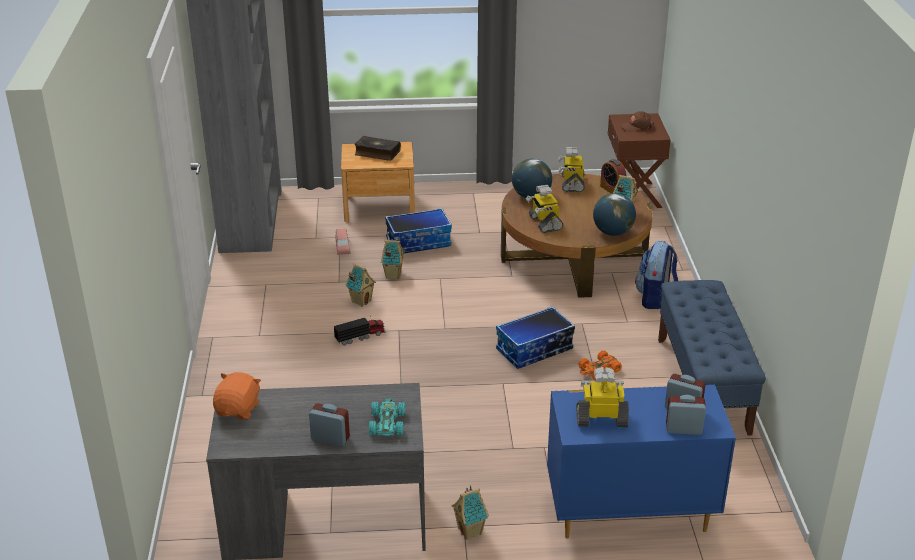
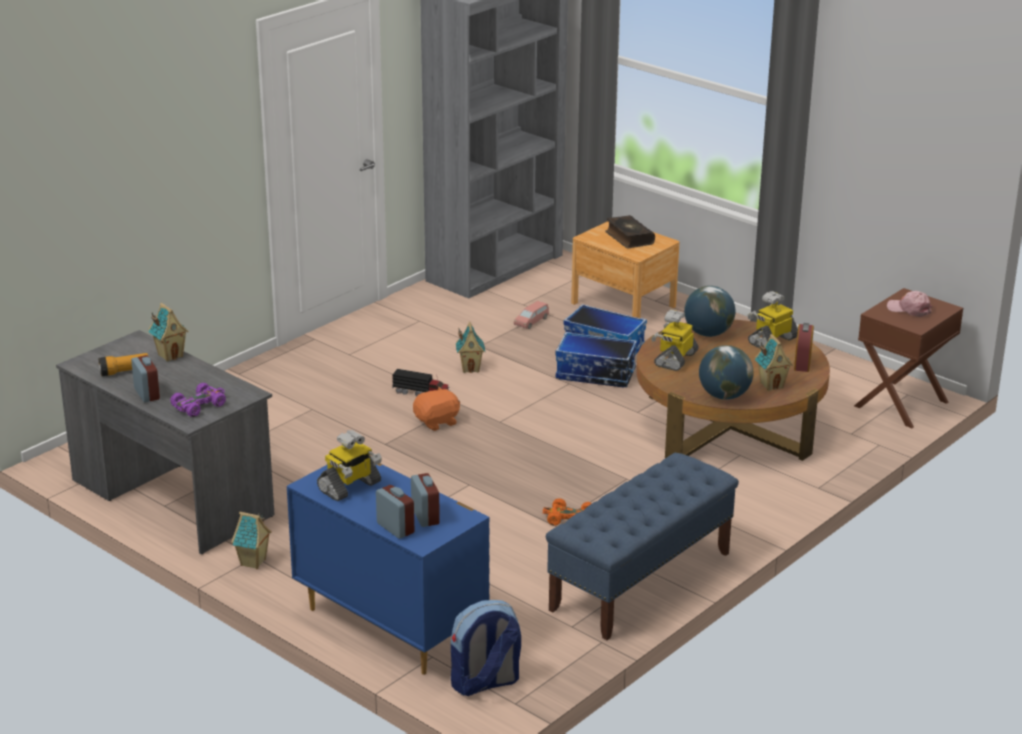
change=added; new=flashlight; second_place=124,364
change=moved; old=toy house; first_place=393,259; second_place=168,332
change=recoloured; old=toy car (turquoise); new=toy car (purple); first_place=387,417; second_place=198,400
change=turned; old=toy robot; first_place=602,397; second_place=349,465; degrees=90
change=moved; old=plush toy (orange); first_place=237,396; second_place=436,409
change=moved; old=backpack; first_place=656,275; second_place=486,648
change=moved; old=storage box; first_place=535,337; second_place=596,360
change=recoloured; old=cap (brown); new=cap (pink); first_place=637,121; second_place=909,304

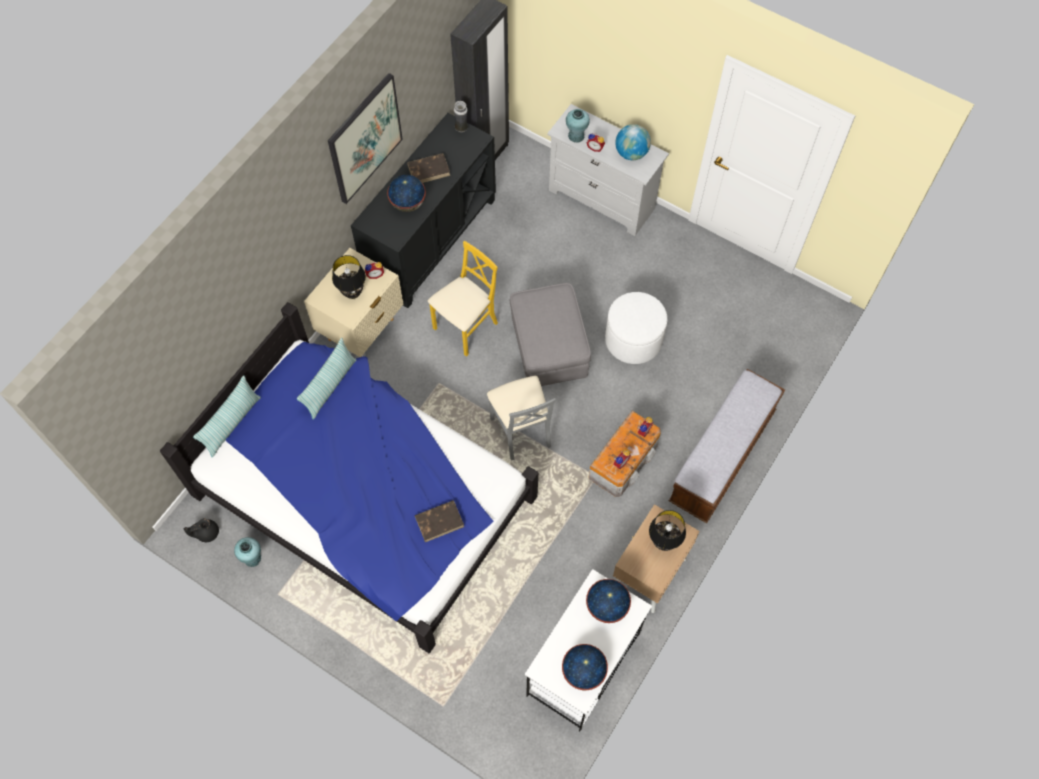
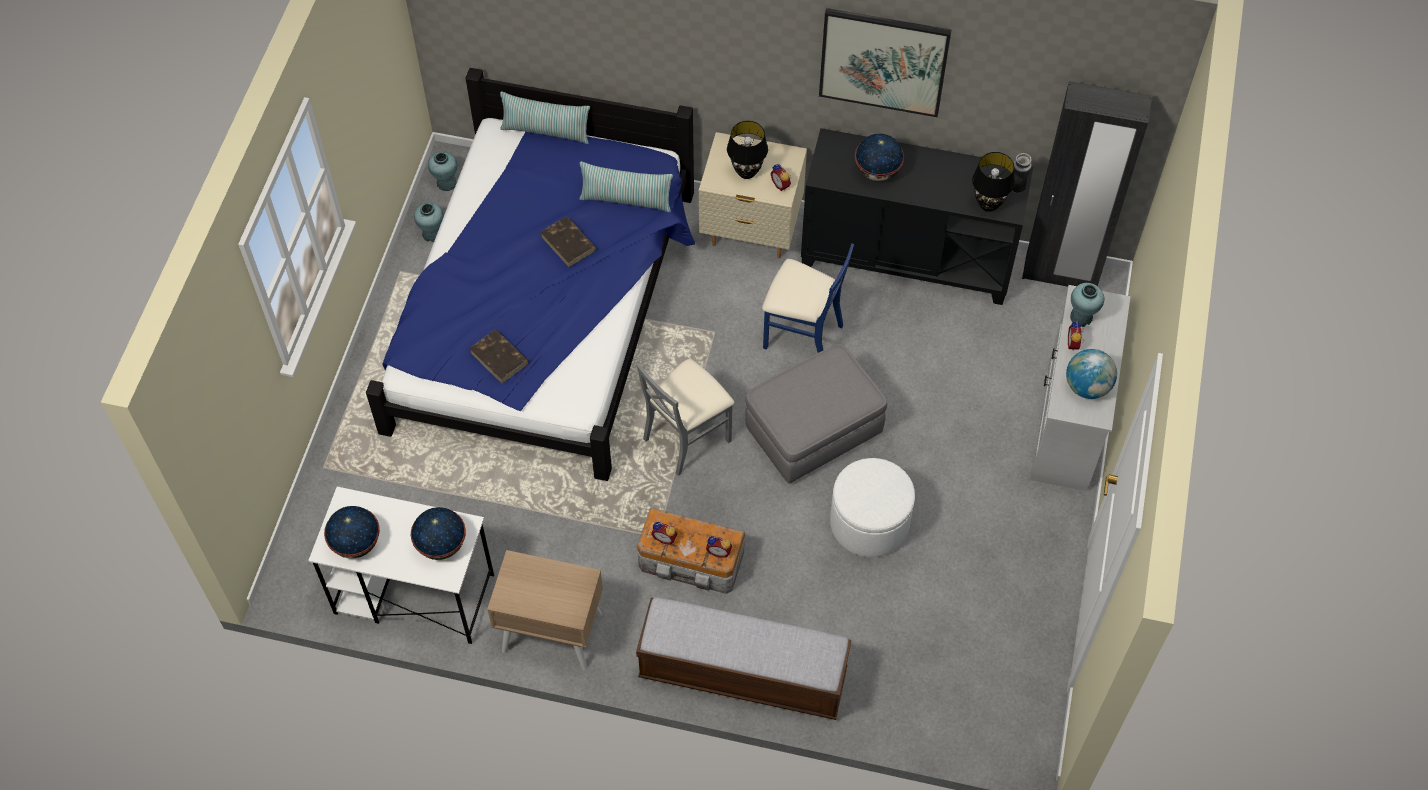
change=replaced; old=teapot (black); new=vase (turquoise); first_place=201,530; second_place=442,171
change=moved; old=book (brown); first_place=428,168; second_place=568,241
change=recoloured; old=chair (yellow); new=chair (blue); first_place=462,299; second_place=808,298
change=moved; old=table lamp (black); first_place=667,530; second_place=993,182

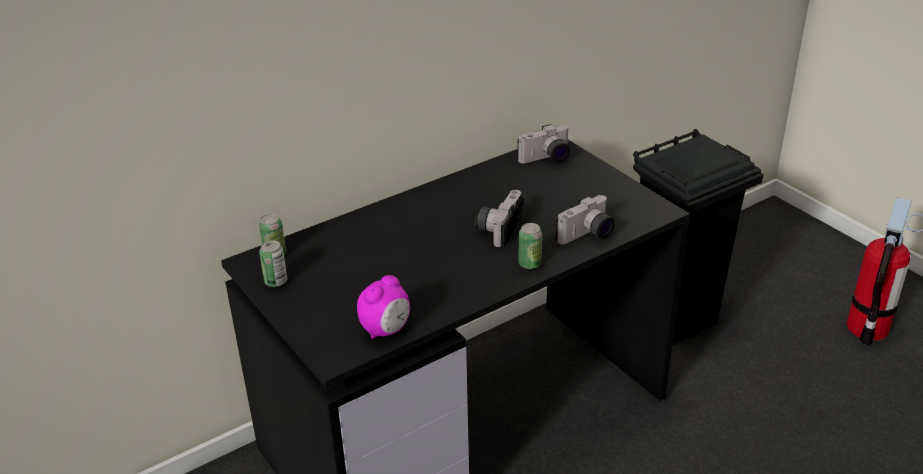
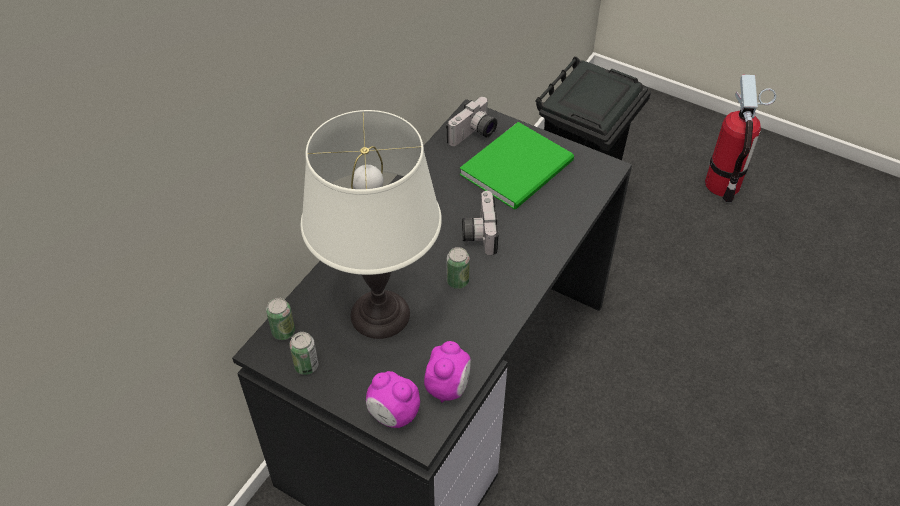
change=added; new=table lamp (white); second_place=371,224
change=added; new=alarm clock; second_place=393,399
change=moved; old=can; first_place=530,246; second_place=458,268
change=added; new=book (green); second_place=517,166
change=removed; old=photo camera; first_place=585,219

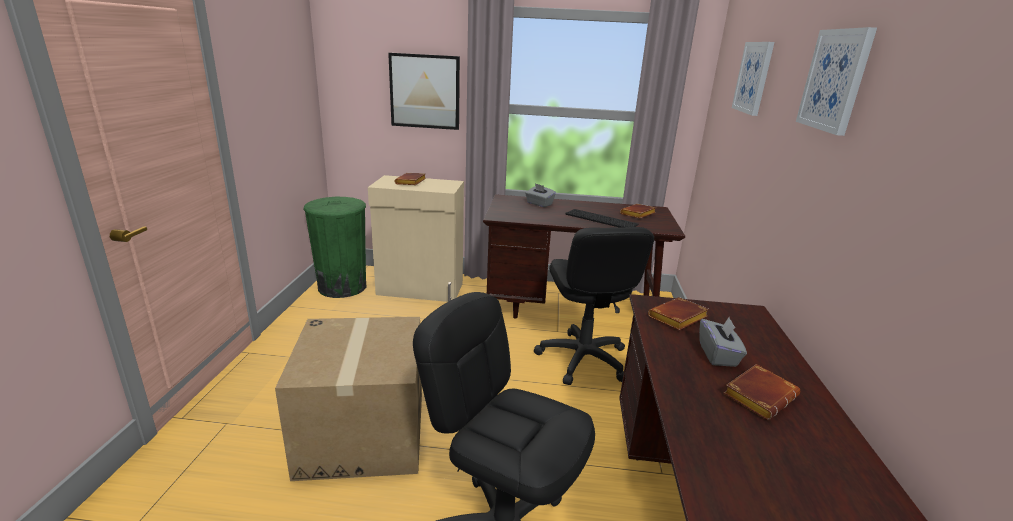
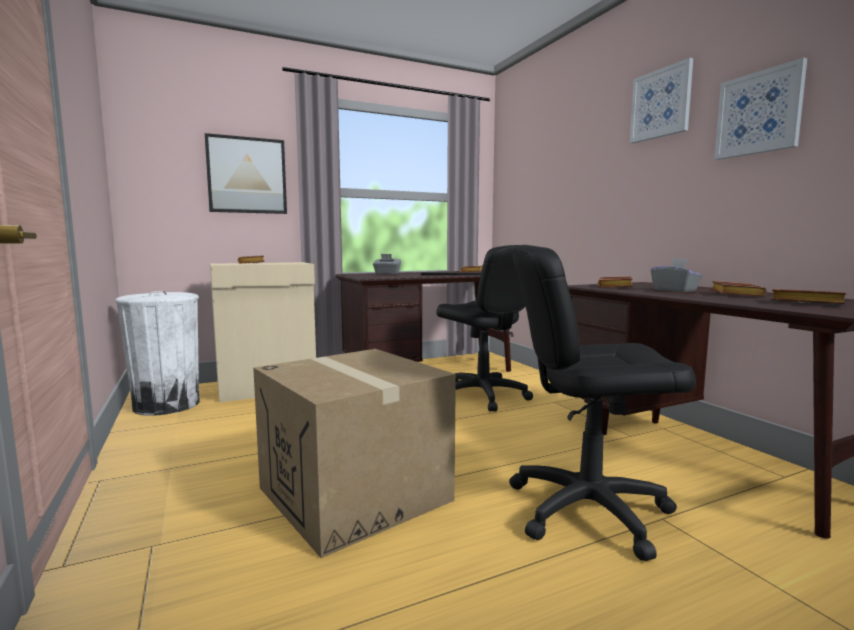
change=recoloured; old=trash can (green); new=trash can (white); first_place=335,247; second_place=157,353
change=moved; old=picture; first_place=753,79; second_place=761,109
change=added; new=book (brown); second_place=809,296

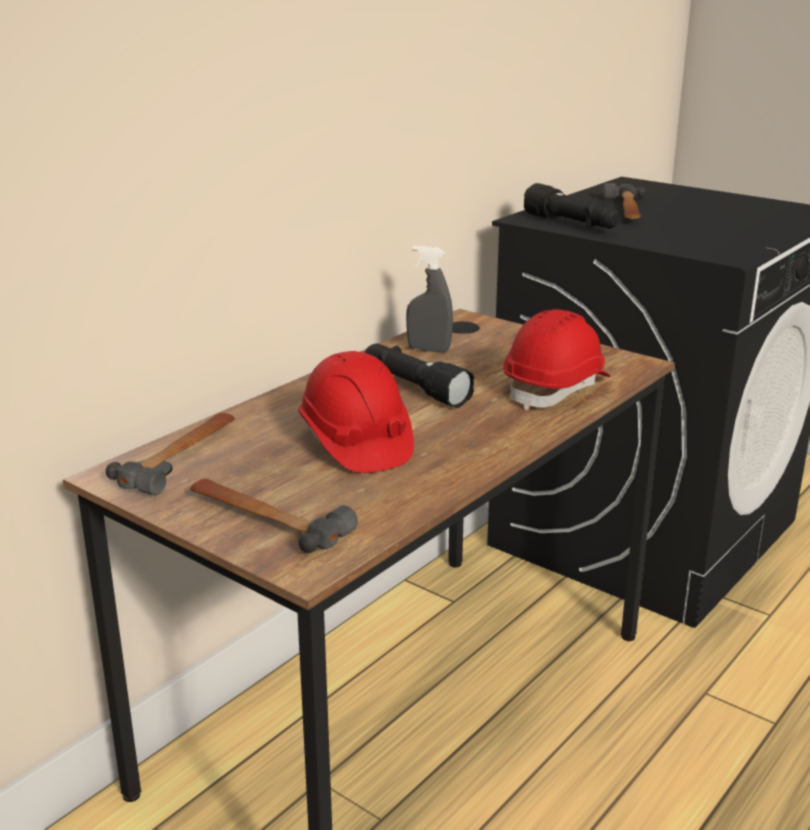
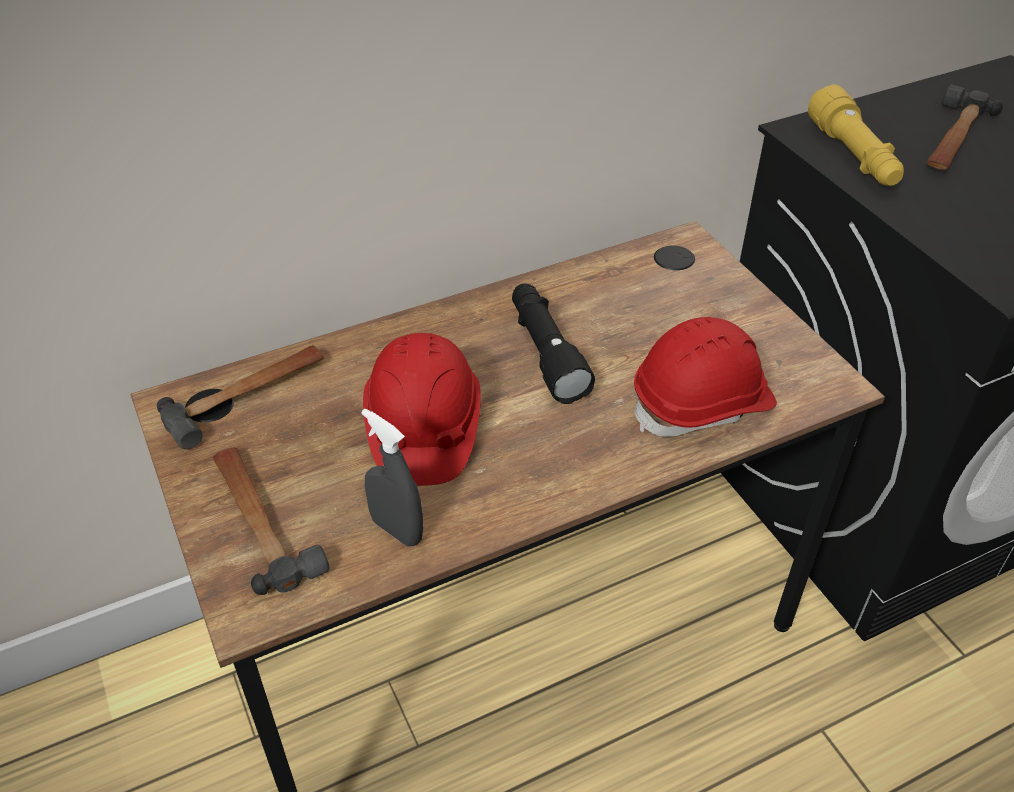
change=moved; old=spray bottle (grey); first_place=429,298; second_place=392,477
change=recoloured; old=flashlight (black); new=flashlight (yellow); first_place=572,206; second_place=856,135

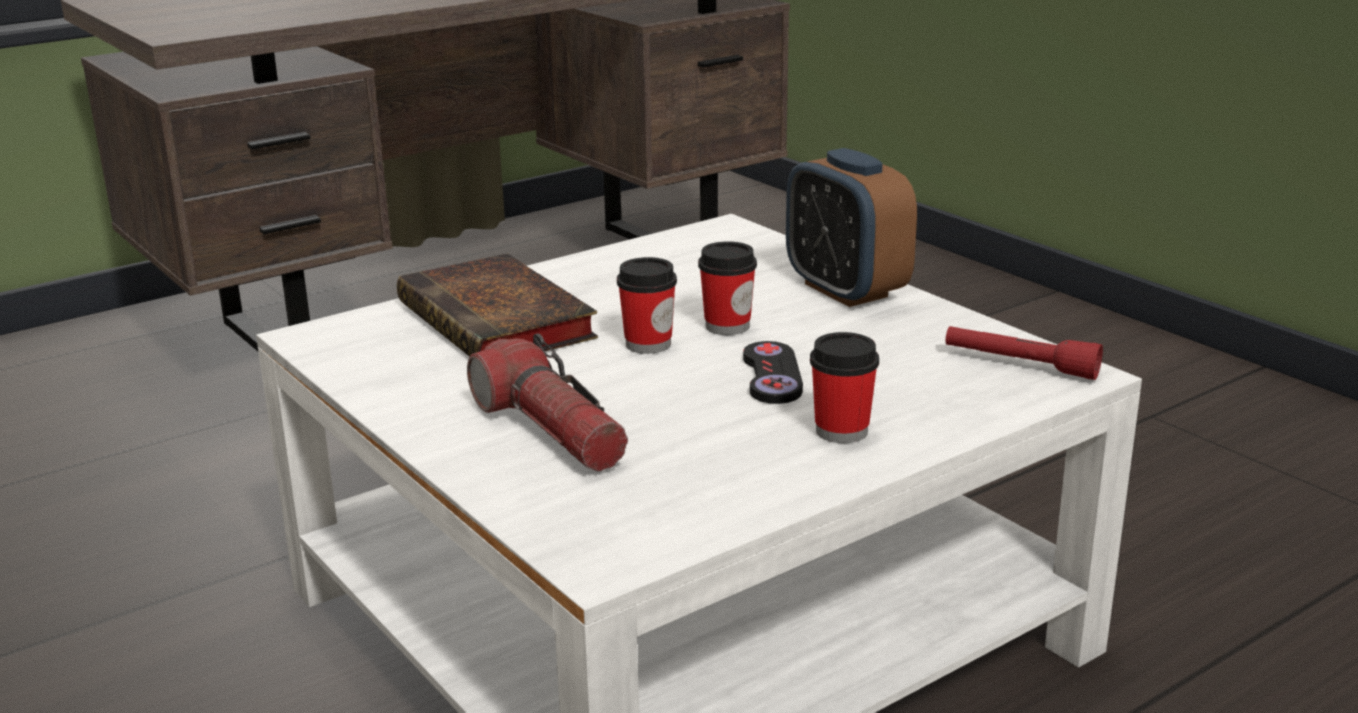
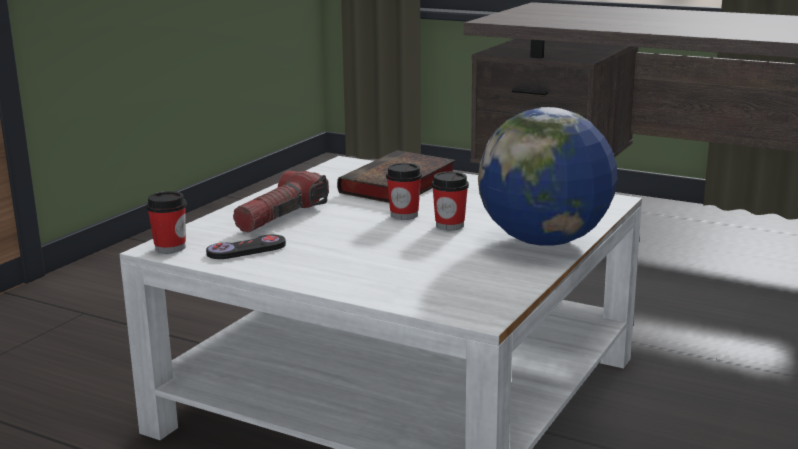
change=moved; old=cup; first_place=844,387; second_place=166,222
change=moved; old=game controller (black); first_place=773,372; second_place=246,247
change=replaced; old=alarm clock; new=globe; first_place=851,227; second_place=548,176
change=removed; old=flashlight (red); first_place=1024,353

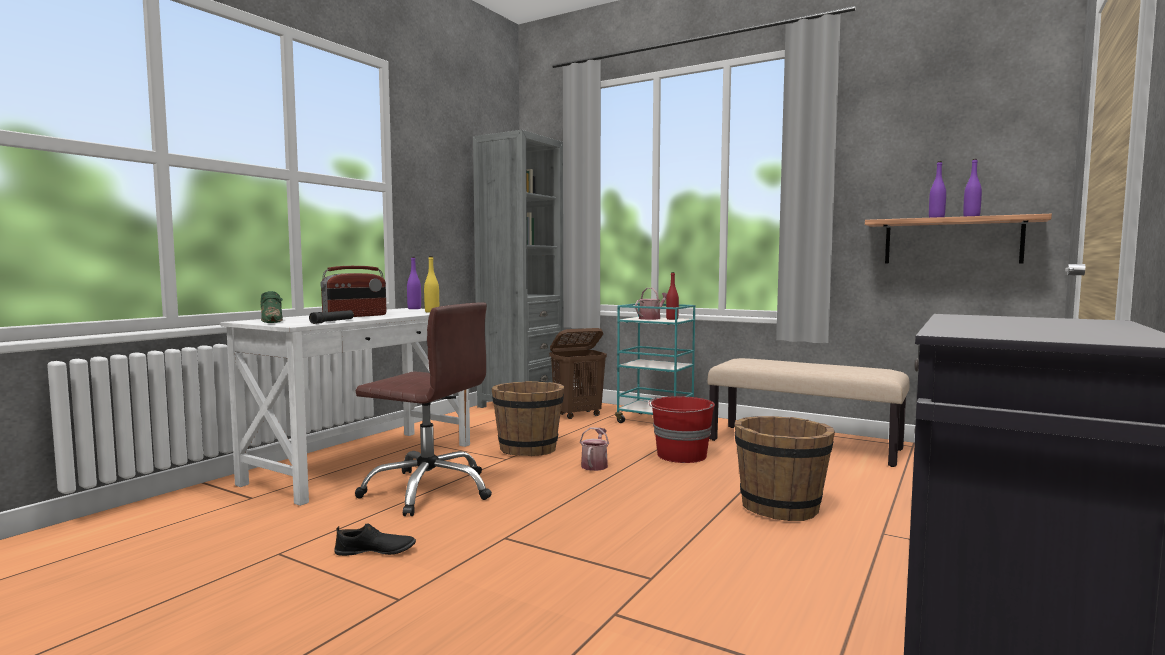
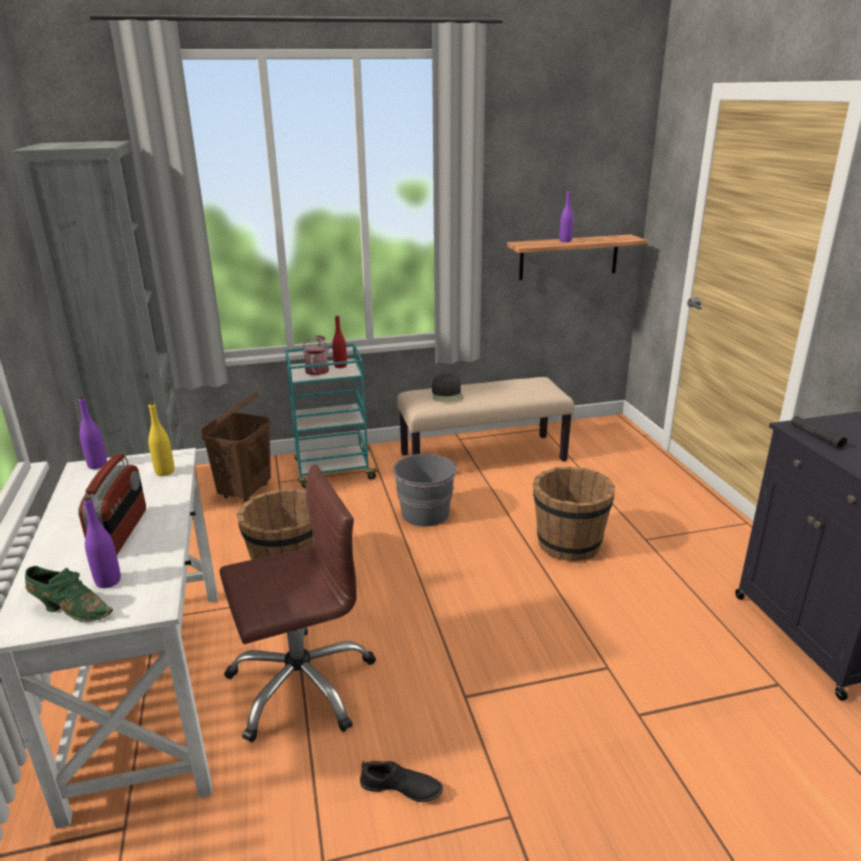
change=moved; old=bottle (purple); first_place=972,187; second_place=102,542
change=turned; old=shoe (black); first_place=375,539; second_place=401,781; degrees=60
change=recoloured; old=bucket (red); new=bucket (grey); first_place=682,429; second_place=425,490
change=added; new=cap (black); second_place=447,387
change=moved; old=flashlight (black); first_place=331,317; second_place=819,432
change=removed; old=watering can; first_place=594,449

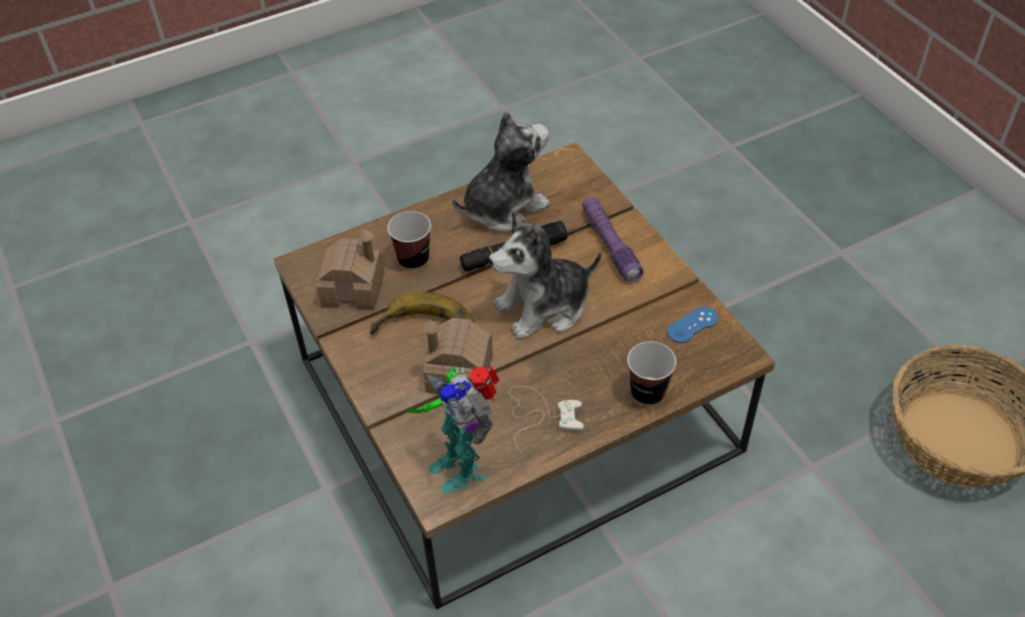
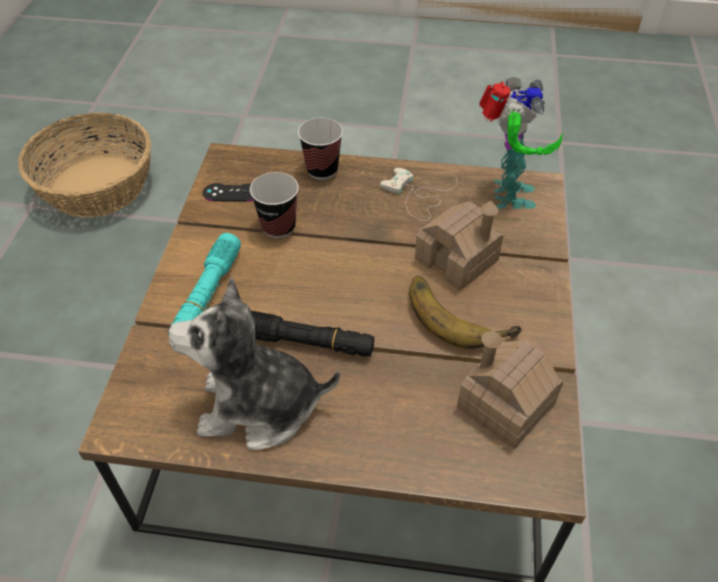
change=recoloured; old=flashlight (purple); new=flashlight (turquoise); first_place=612,240; second_place=204,284
change=recoloured; old=game controller (blue); new=game controller (black); first_place=692,325; second_place=228,192
change=moved; old=cup; first_place=409,240; second_place=274,205
change=removed; old=plush toy; first_place=545,275

